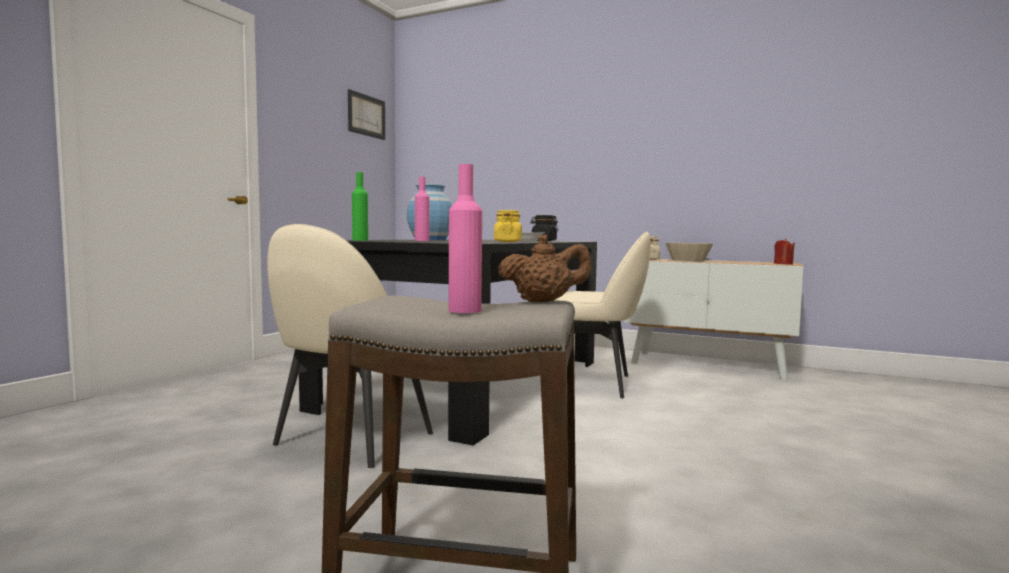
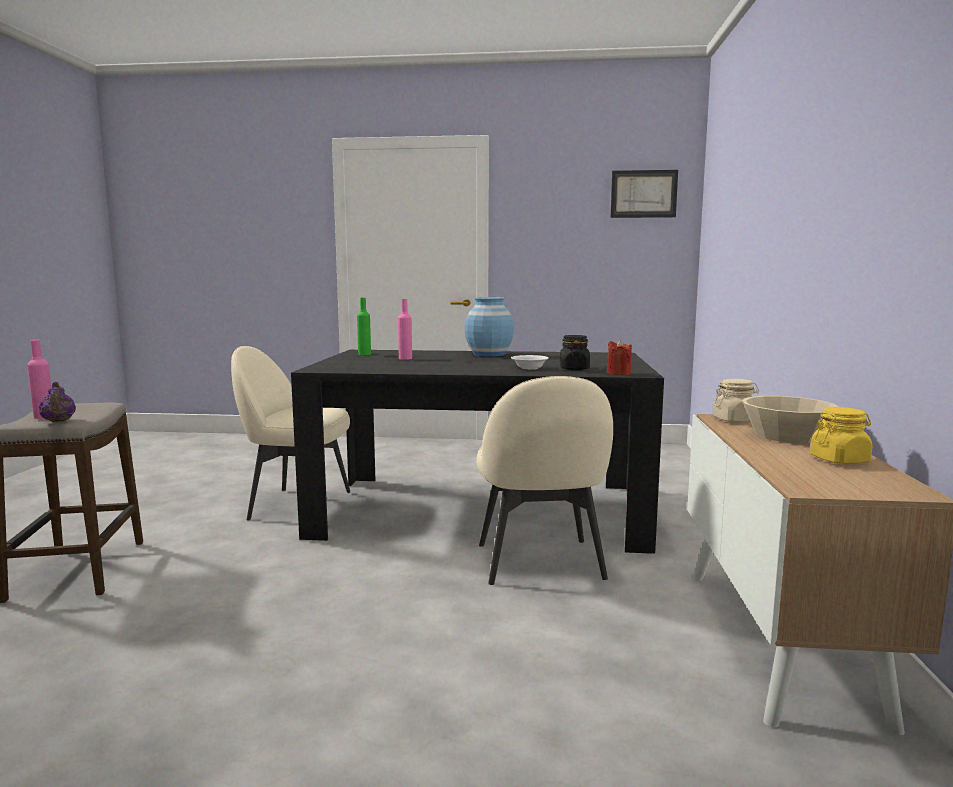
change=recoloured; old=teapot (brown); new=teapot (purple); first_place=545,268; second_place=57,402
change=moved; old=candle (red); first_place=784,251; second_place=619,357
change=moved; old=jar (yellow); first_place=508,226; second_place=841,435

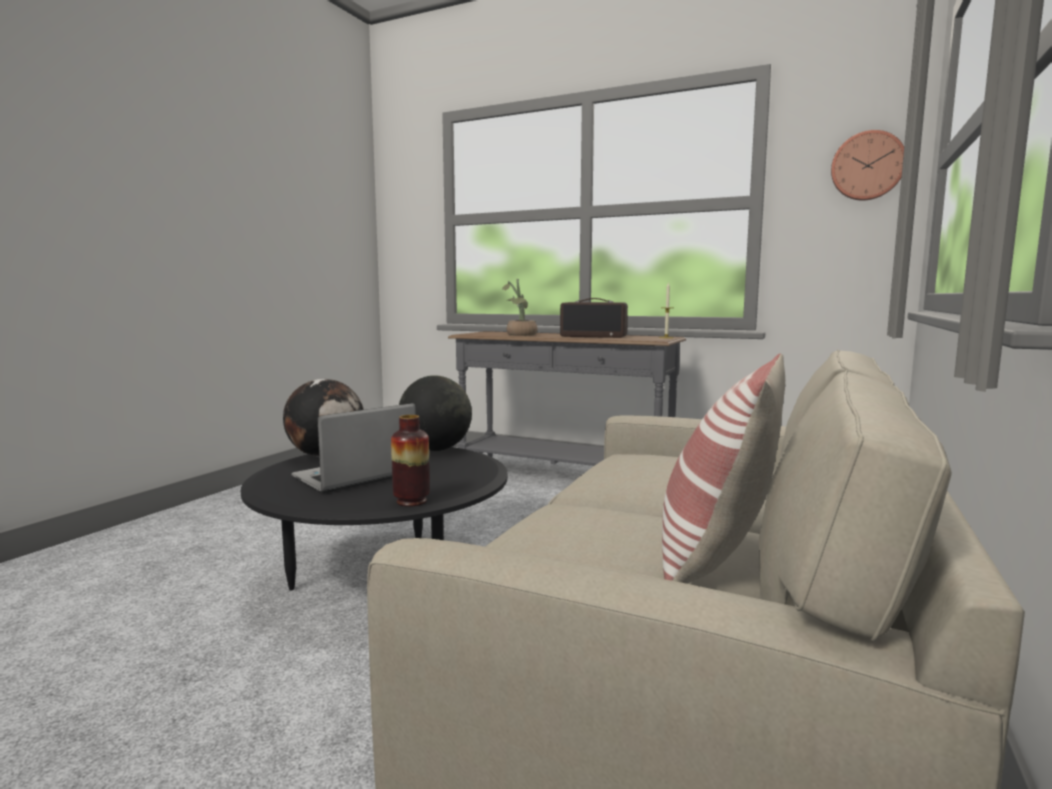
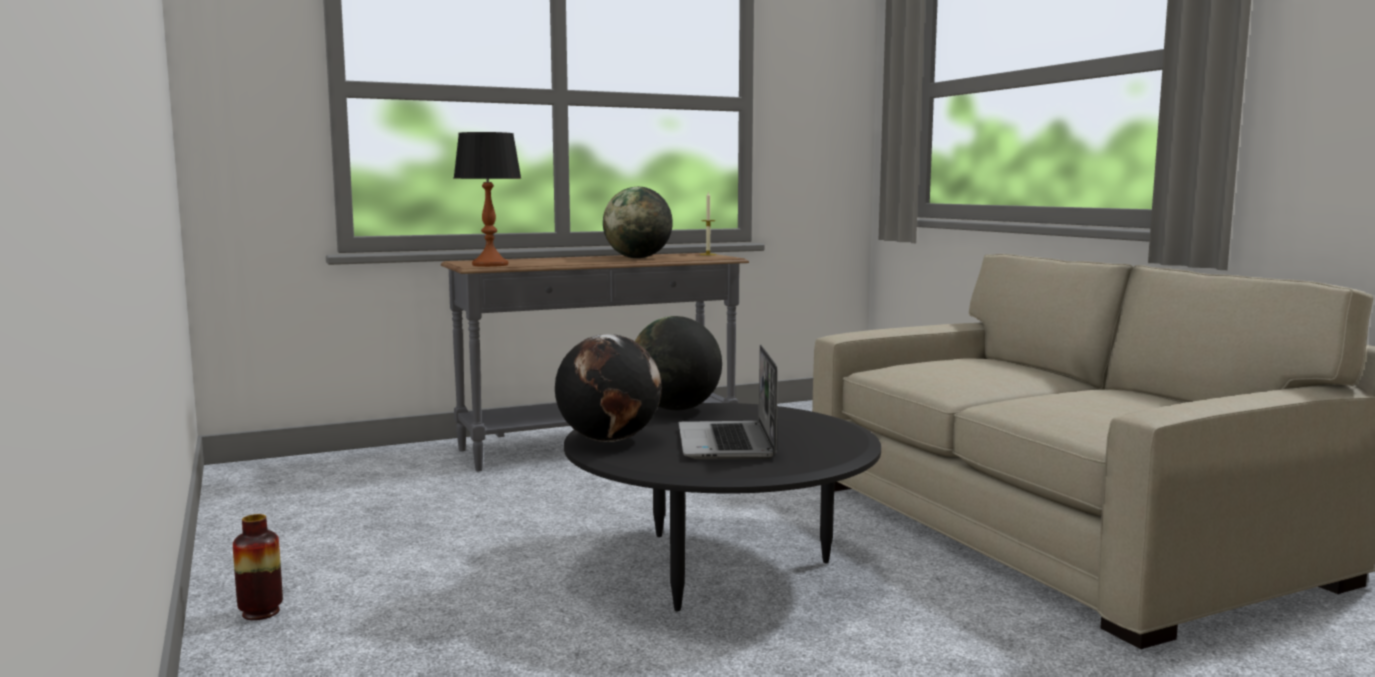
change=moved; old=vase; first_place=410,461; second_place=258,567
change=added; new=table lamp; second_place=488,199
change=replaced; old=radio; new=globe; first_place=594,318; second_place=638,222
change=removed; old=potted plant; first_place=520,307
change=removed; old=pillow; first_place=723,469
change=removed; old=wall clock; first_place=867,165

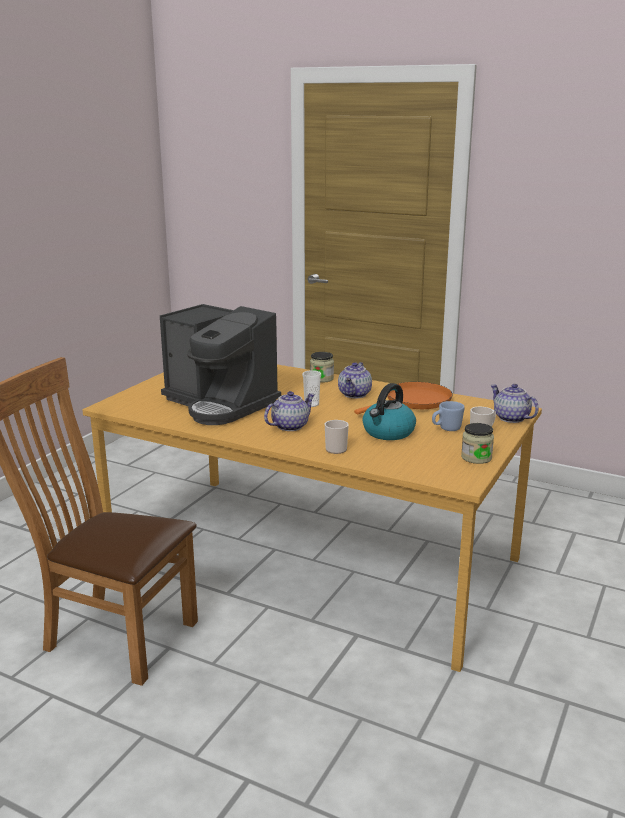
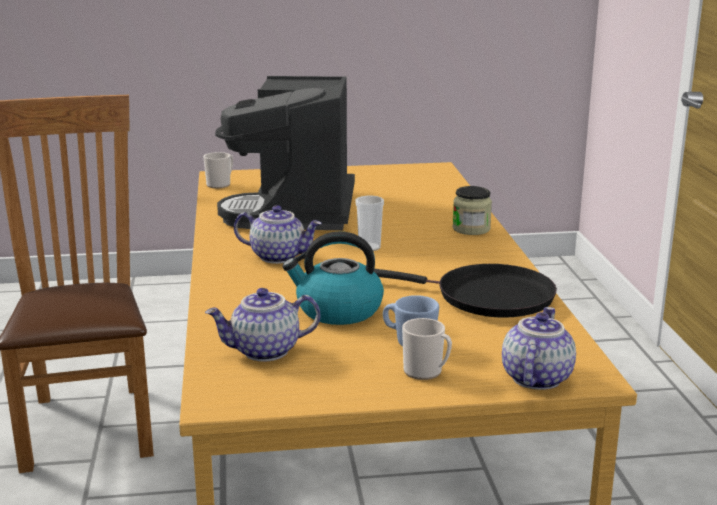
change=moved; old=mug; first_place=337,437; second_place=218,170
change=moved; old=teapot; first_place=355,380; second_place=262,324
change=recoloured; old=frying pan (orange); new=frying pan (black); first_place=403,398; second_place=465,291
change=removed; old=jar; first_place=477,443

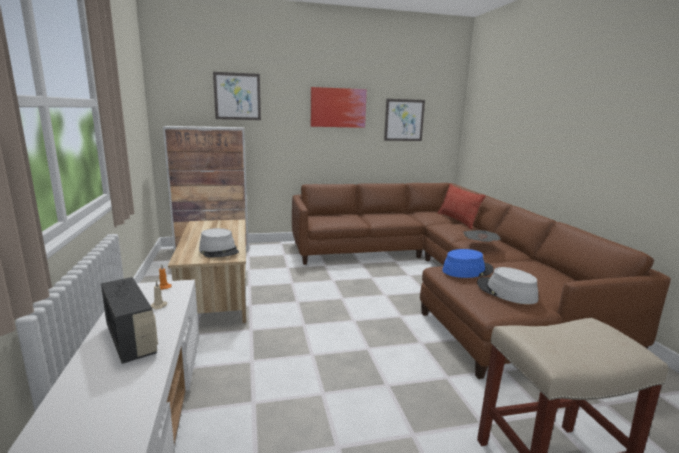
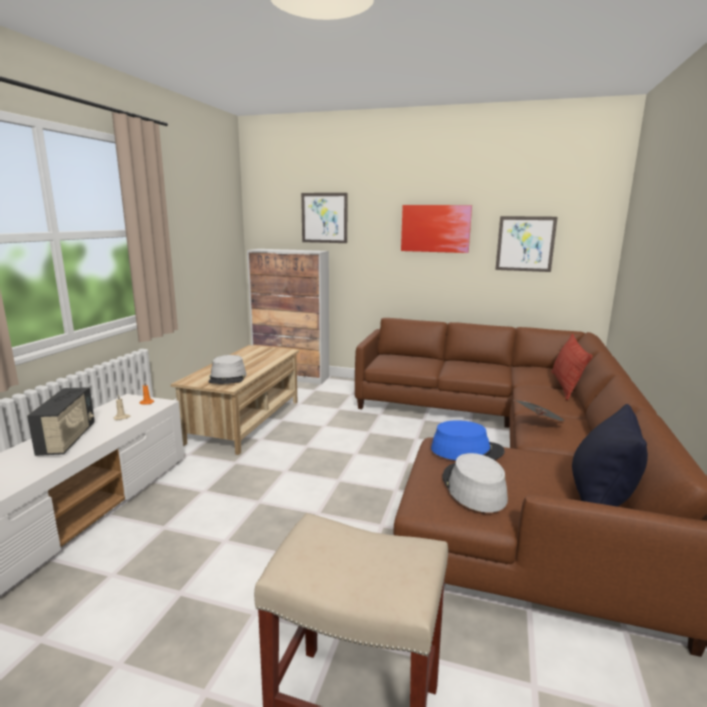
change=added; new=pillow (black); second_place=610,455

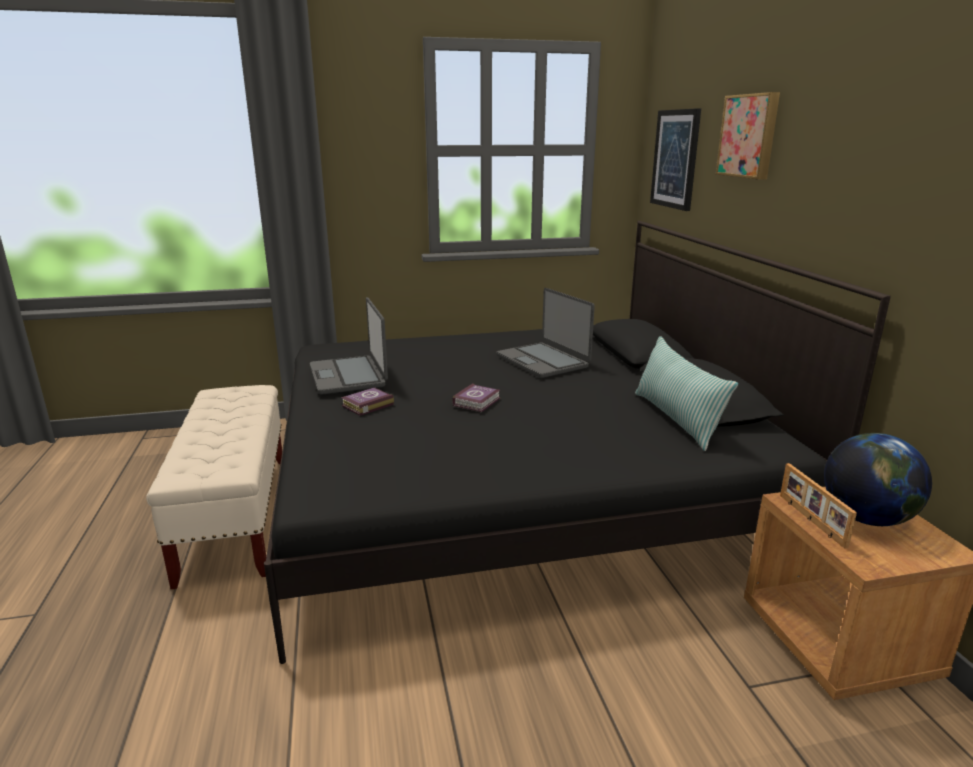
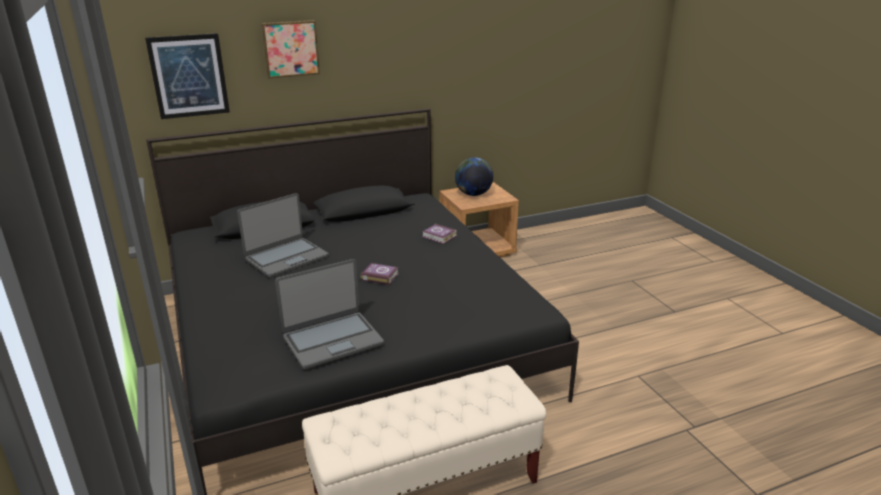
change=moved; old=book; first_place=367,401; second_place=439,234
change=removed; old=pillow; first_place=686,393
change=removed; old=picture frame; first_place=818,506

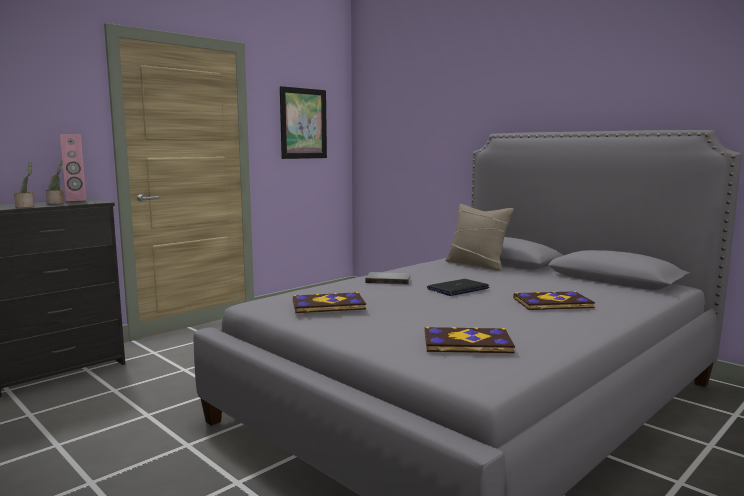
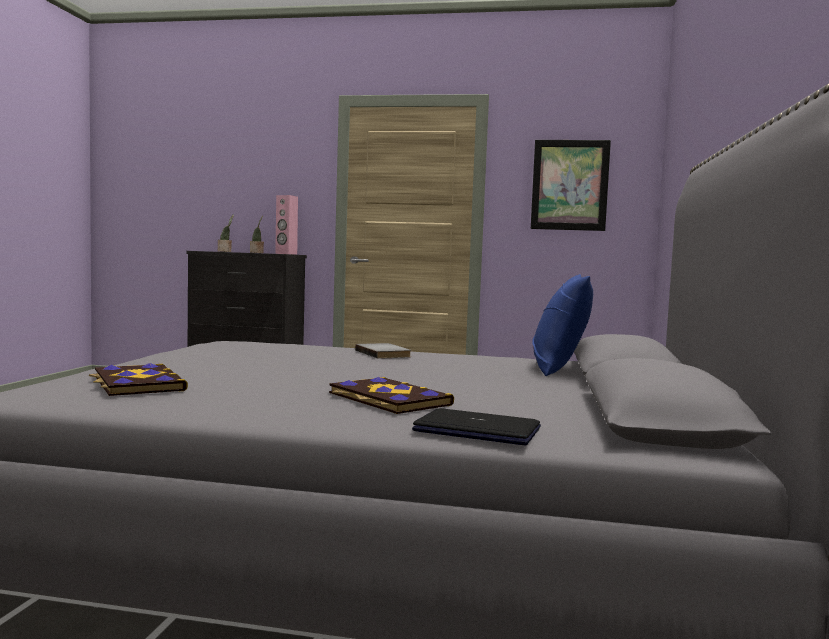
change=moved; old=laptop; first_place=458,287; second_place=476,426
change=recoloured; old=pillow (beige); new=pillow (blue); first_place=479,237; second_place=562,325
change=removed; old=book; first_place=329,302

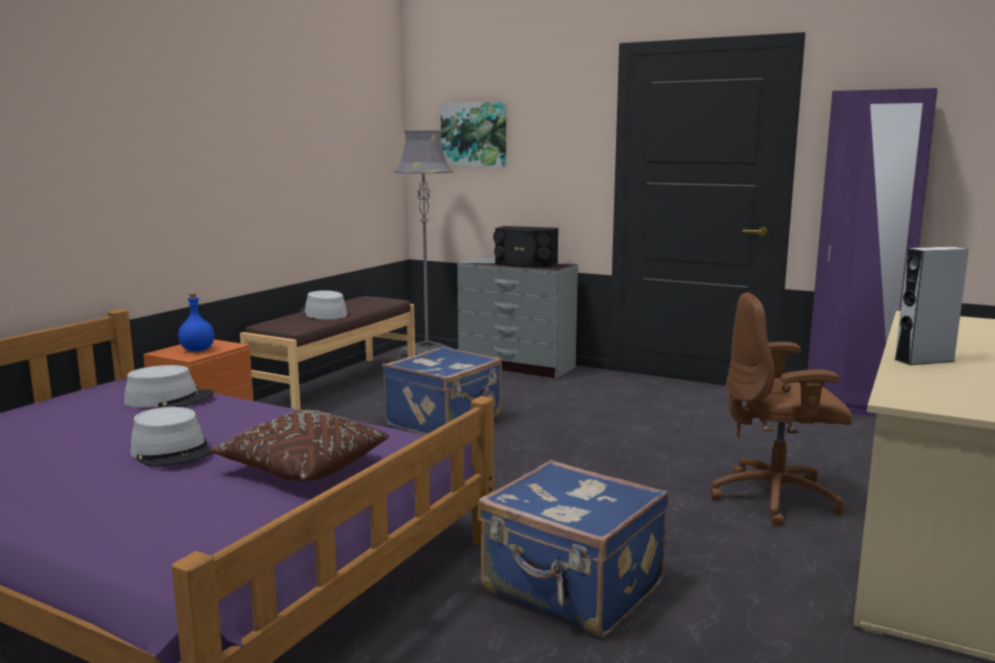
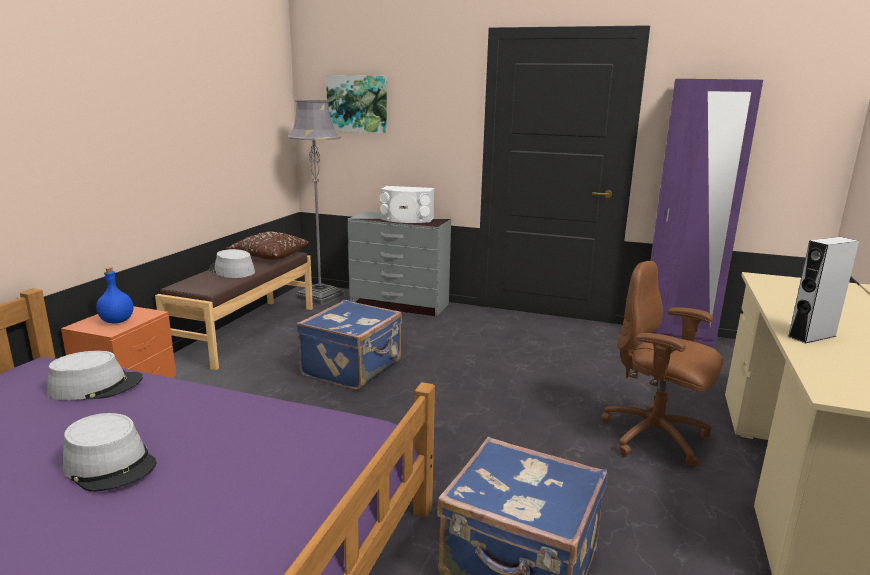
change=moved; old=pillow (brown); first_place=299,445; second_place=267,246
change=recoloured; old=speaker (black); new=speaker (white); first_place=526,246; second_place=407,204
change=turned; old=office chair (brown); first_place=781,409; second_place=662,364; degrees=45

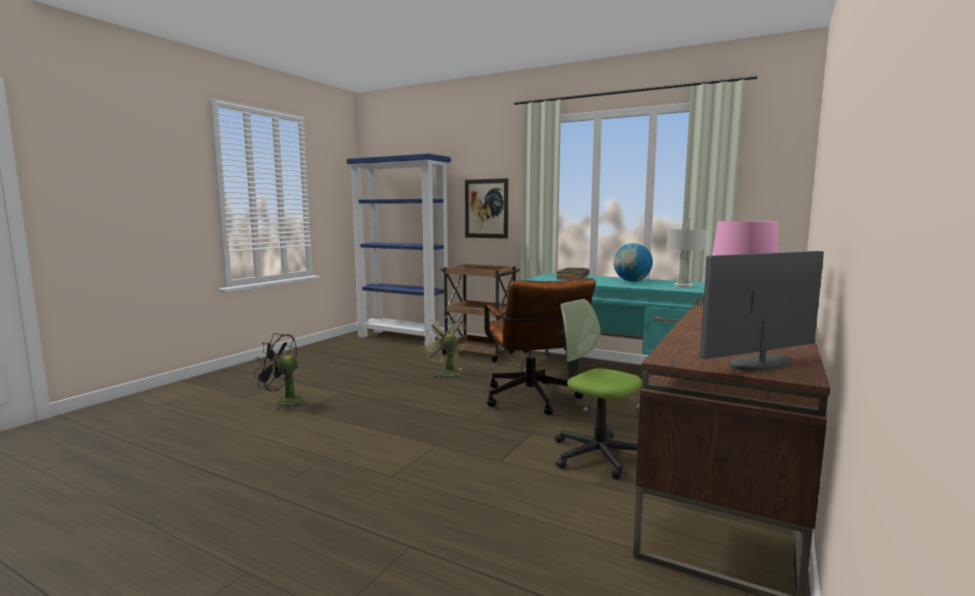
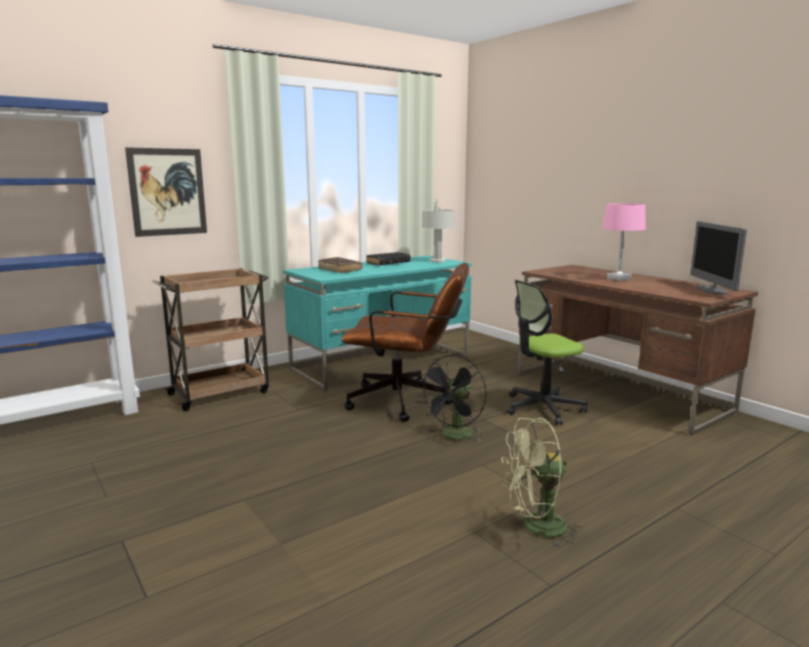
change=replaced; old=globe; new=book (black); first_place=633,262; second_place=388,259
change=moved; old=fan (black); first_place=279,371; second_place=452,398
change=moved; old=fan (green); first_place=444,346; second_place=542,483

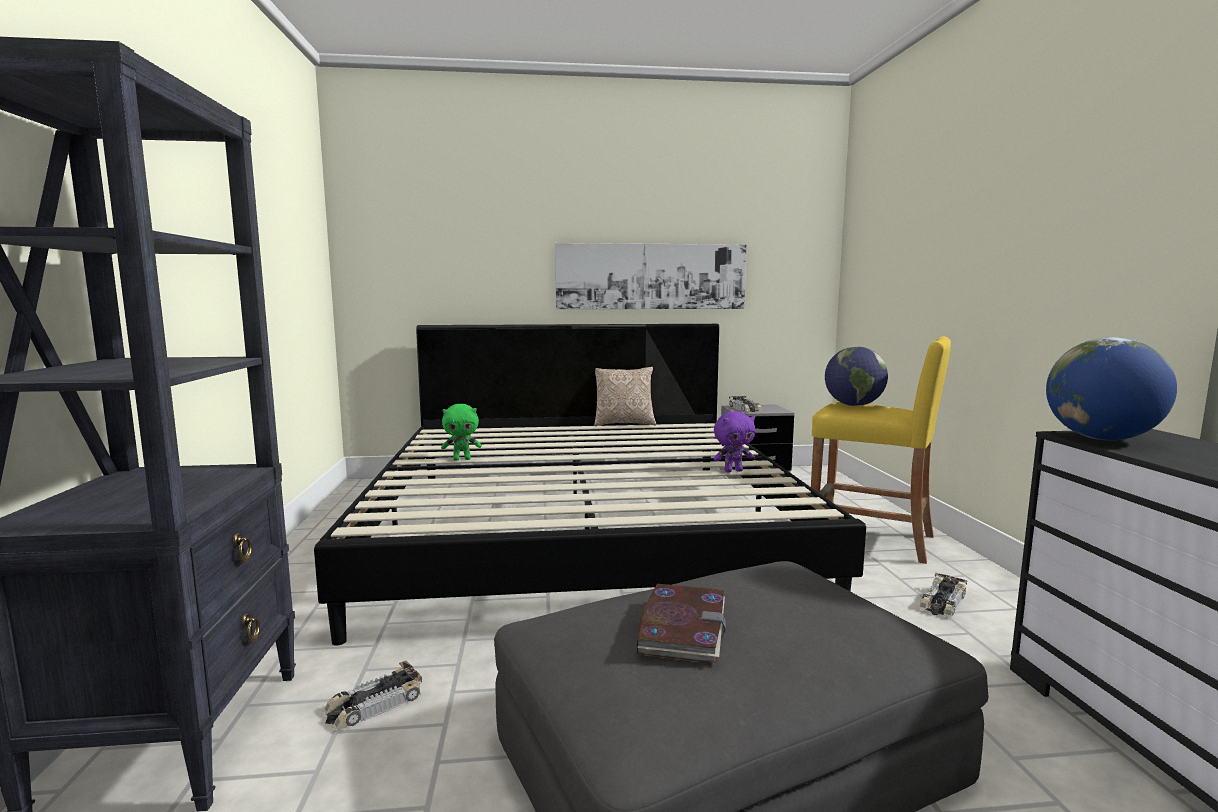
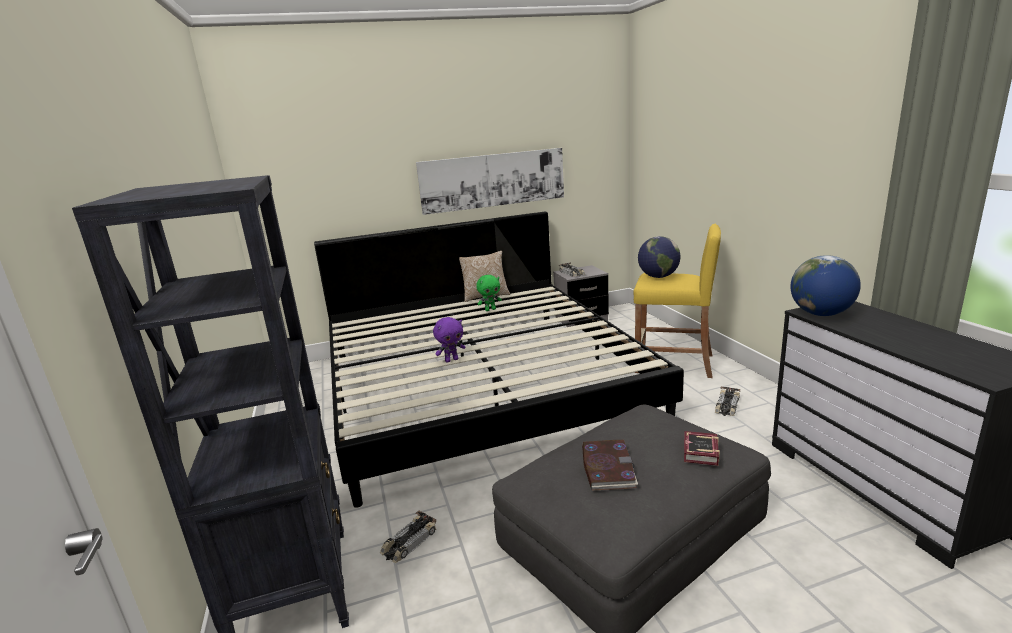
change=moved; old=plush toy (purple); first_place=734,442; second_place=449,340
change=moved; old=plush toy (green); first_place=461,432; second_place=489,293
change=added; new=book; second_place=702,448

